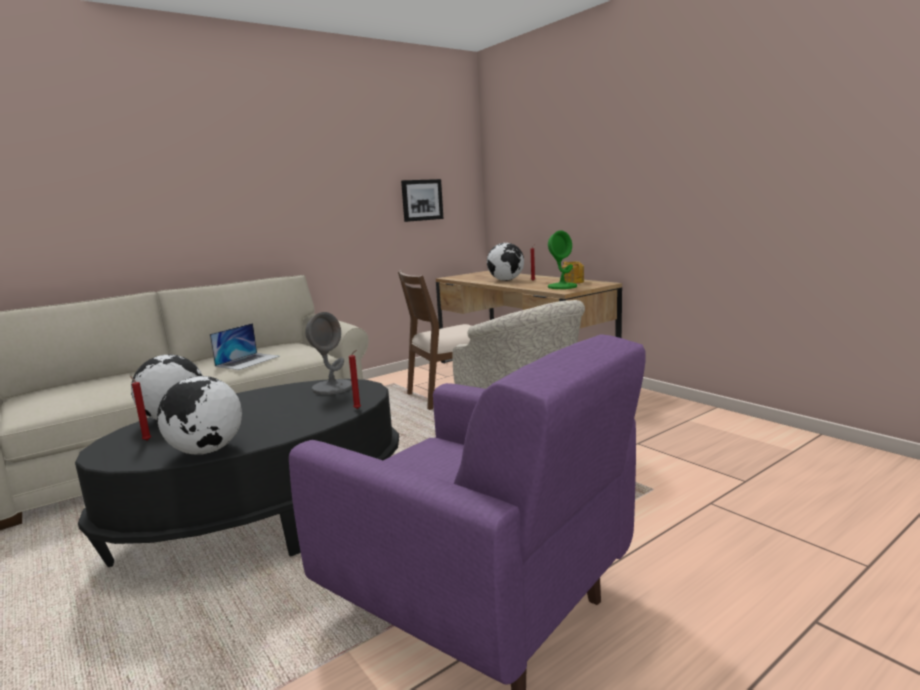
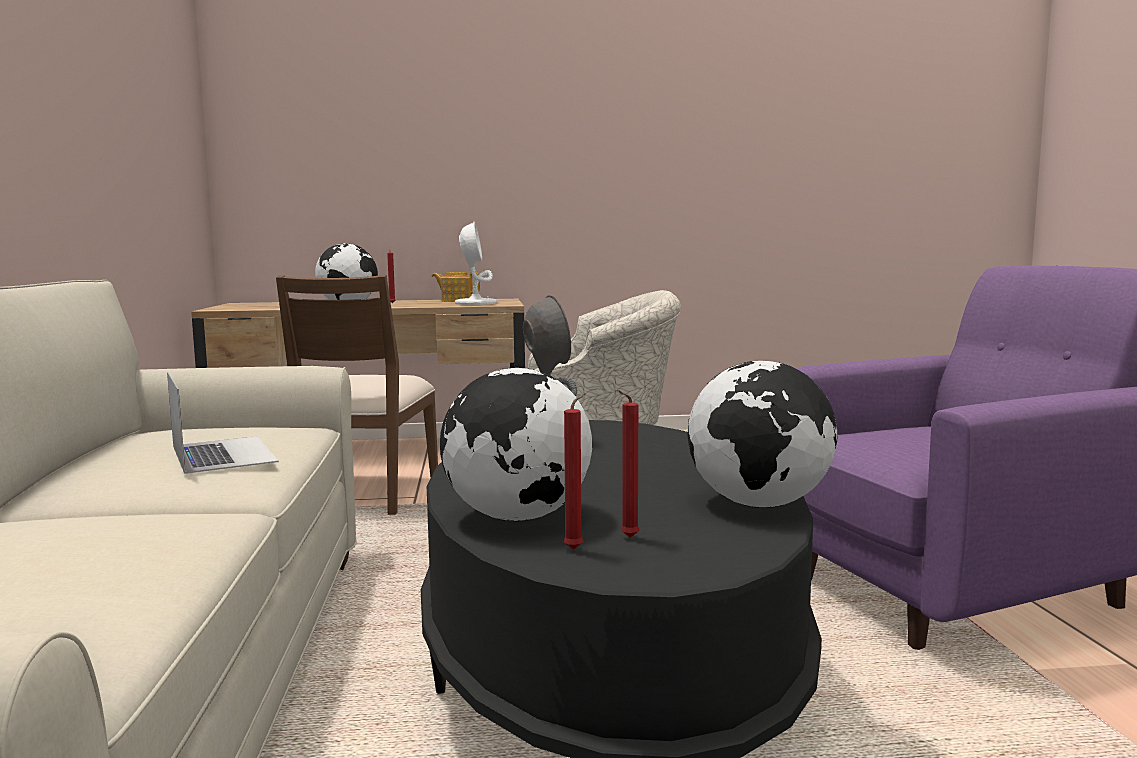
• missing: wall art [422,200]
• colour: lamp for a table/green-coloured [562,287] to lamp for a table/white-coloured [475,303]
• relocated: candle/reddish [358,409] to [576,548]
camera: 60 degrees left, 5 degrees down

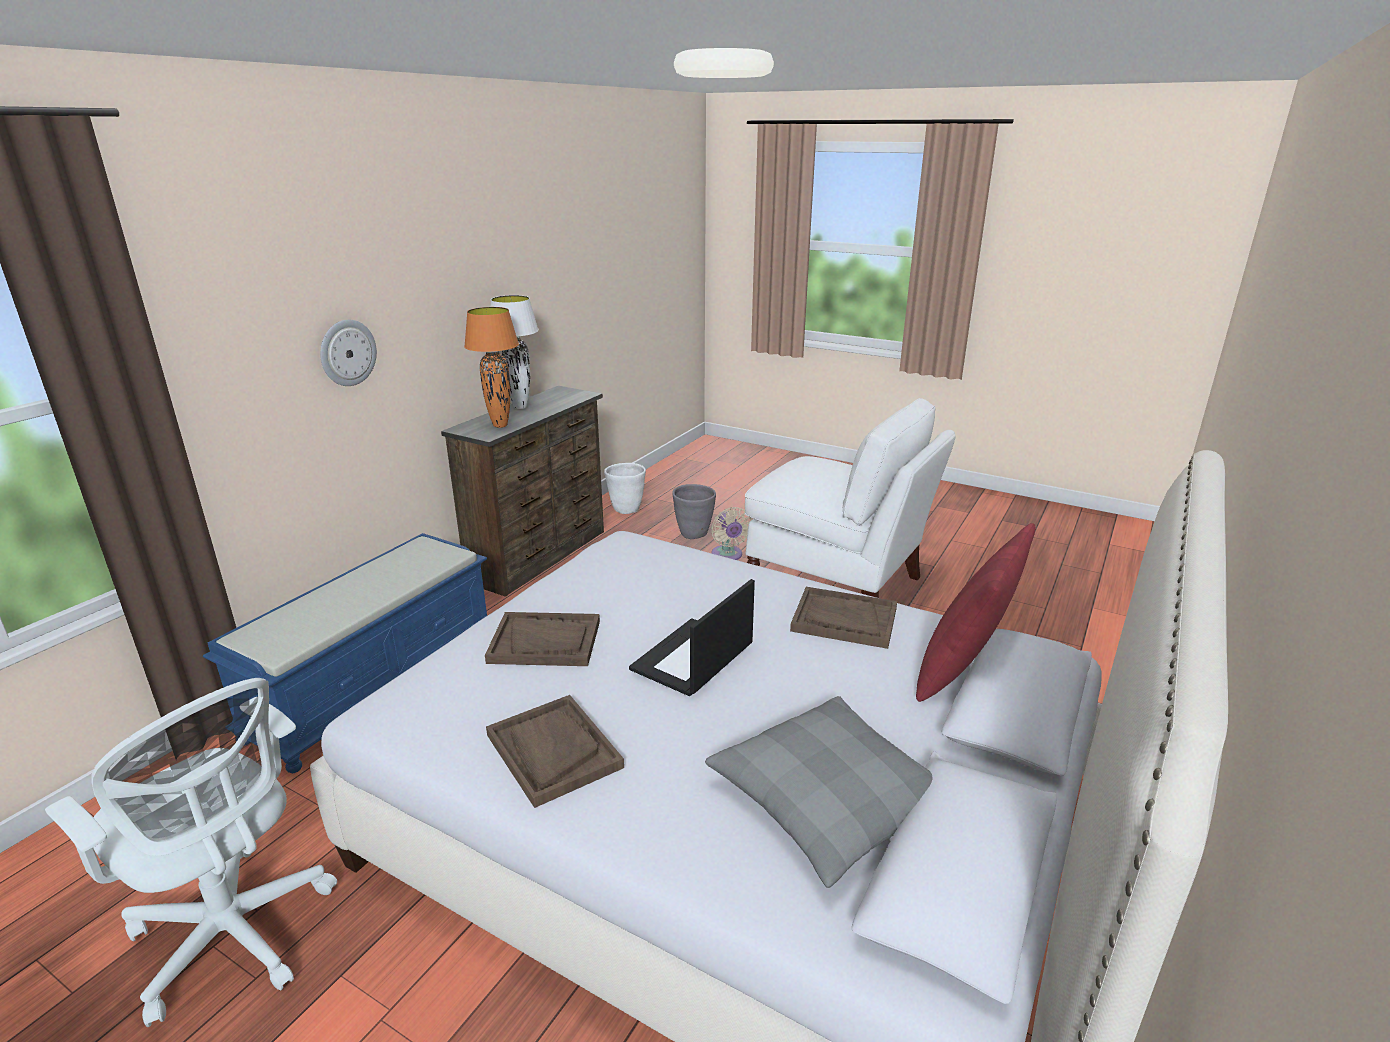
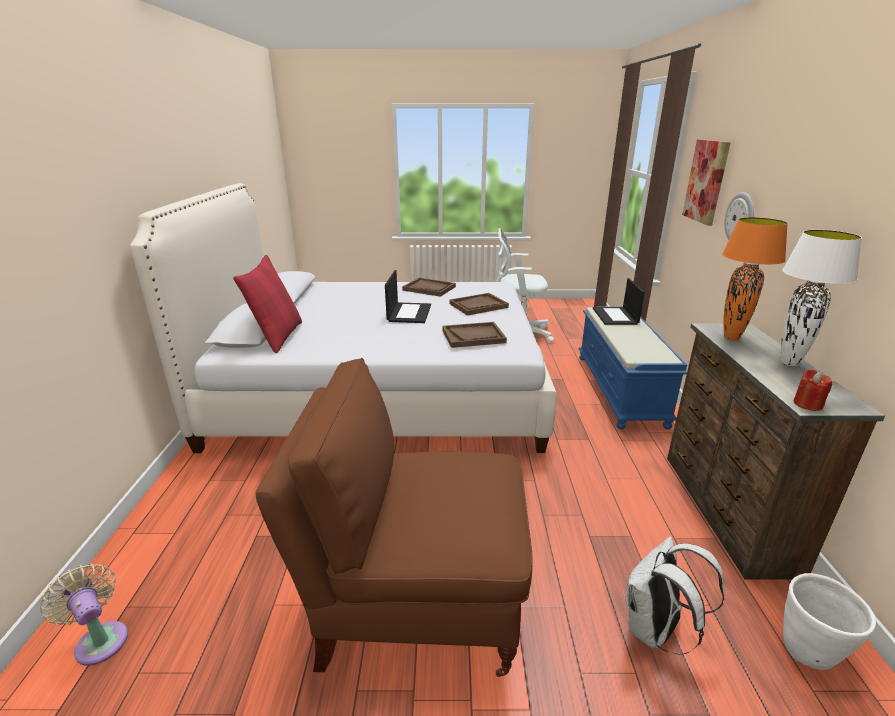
• colour: plain chair/white-coloured [837,584] to plain chair/brown [415,602]
• exchanged: flower pot/grey [694,534] to rucksack/white-coloured [655,631]
• relocated: cooling fan/beige [727,556] to [100,639]
• relocated: tray/brown [844,620] to [473,336]
• missing: pillow/grey [832,801]
• appeared: wall art [706,181]
• appeared: notebook computer [615,316]
• appeared: candle/reddish [807,404]
camera: 150 degrees right, 0 degrees up

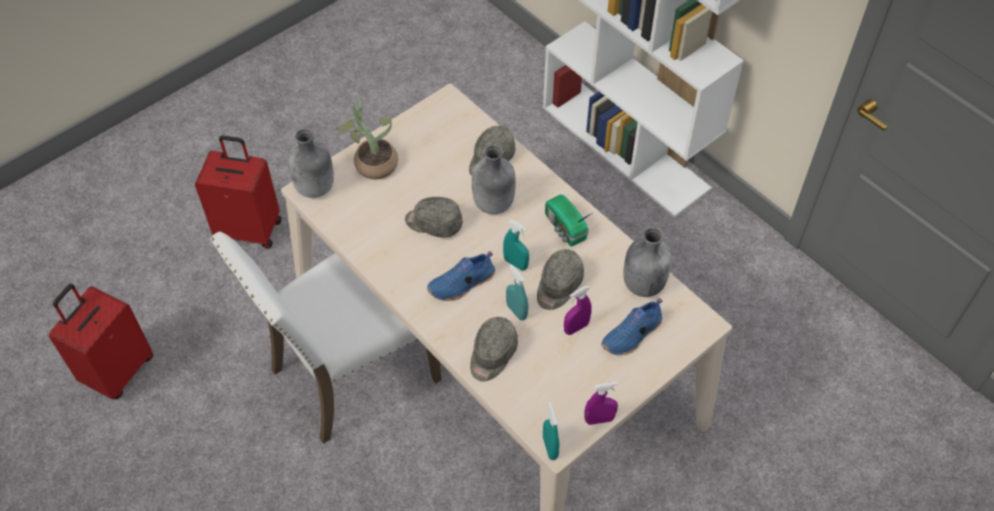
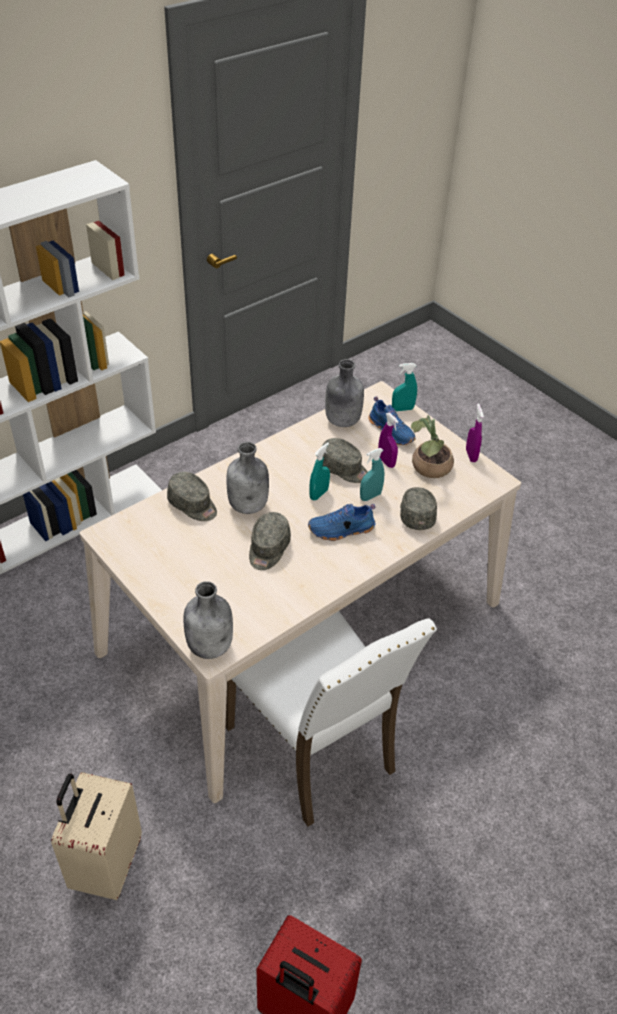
• relocated: potted plant [372,162] to [428,469]
• colour: suitcase/reddish [250,229] to suitcase/beige [105,864]
• missing: radio [565,229]
• spun: item of footwear/blue [462,284] = [341,530] 105 degrees clockwise
• spun: baseball cap/grey [492,355] = [416,513] 120 degrees counterclockwise
• relocated: sprayer/turquoise [550,447] to [402,409]
camera: 90 degrees left, 10 degrees down

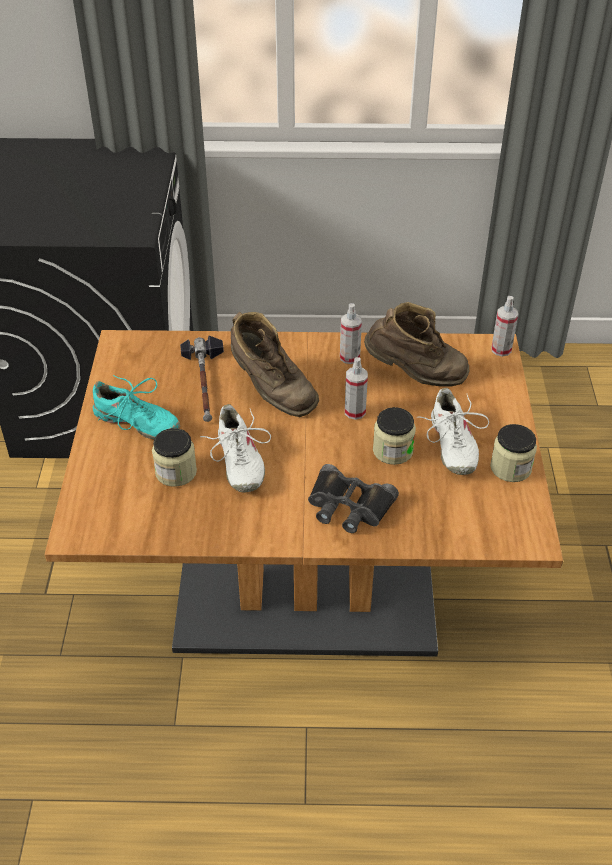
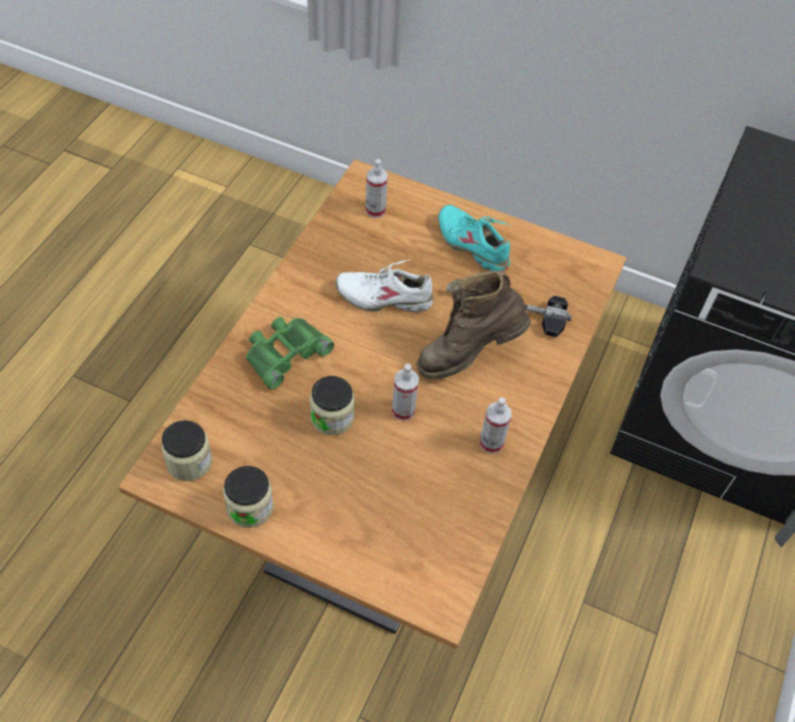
• relocated: sprayer [501,349] to [375,210]
• missing: high-top boot/brown [415,376]
• spun: item of footwear/turquoise [136,423] = [473,245] 90 degrees clockwise
• missing: item of footwear/white-coloured [451,445]
• relocated: jar [176,472] to [189,462]
• colour: field glasses/blackish [348,506] to field glasses/green-coloured [285,353]
camera: 110 degrees right, 10 degrees up

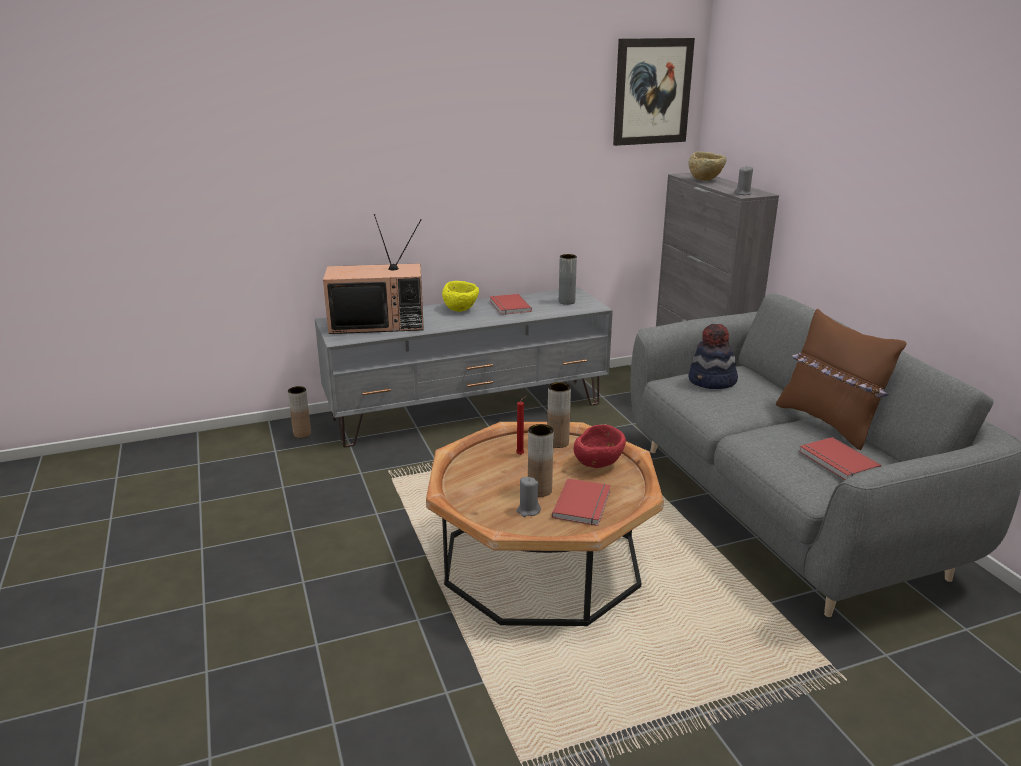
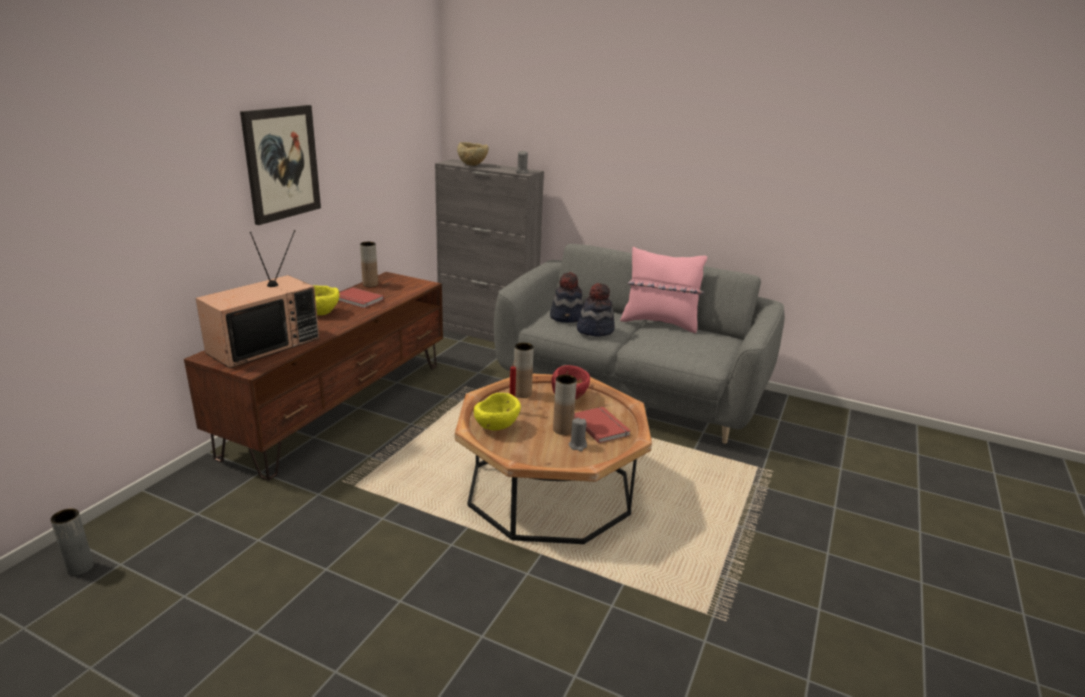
• relocated: wall art [652,91] to [281,163]
• relocated: flower vase/grey [566,302] to [80,568]
• colour: tv stand/grey [469,410] to tv stand/brown [340,406]
• colour: pillow/brown [828,423] to pillow/pinkish [660,323]
• relocated: flower vase/brown [302,434] to [370,284]
• missing: volume/reddish [837,462]
• appeared: hat [595,330]
• appeared: serving bowl/yellow-coloured [497,428]
camera: 45 degrees left, 0 degrees up

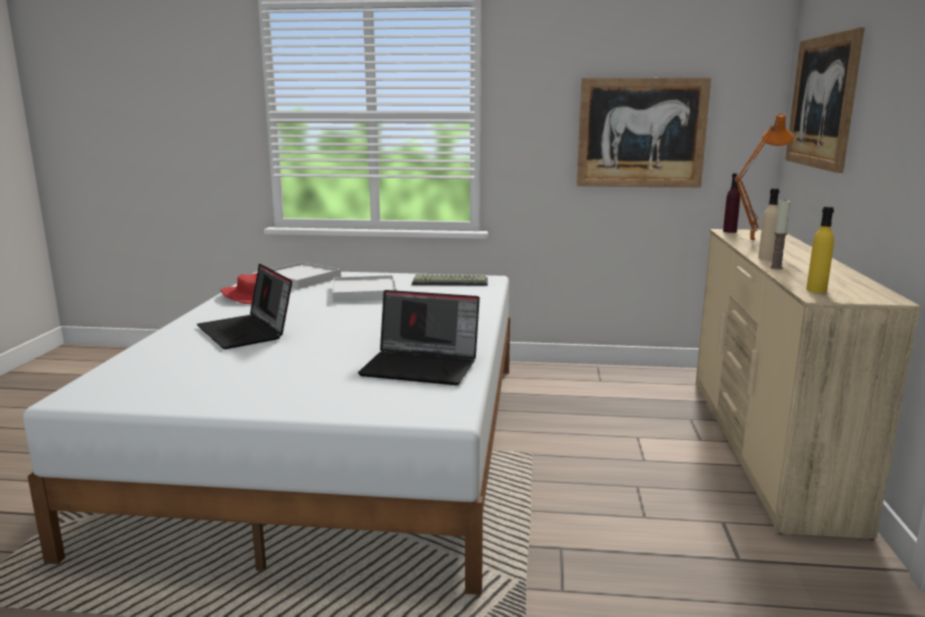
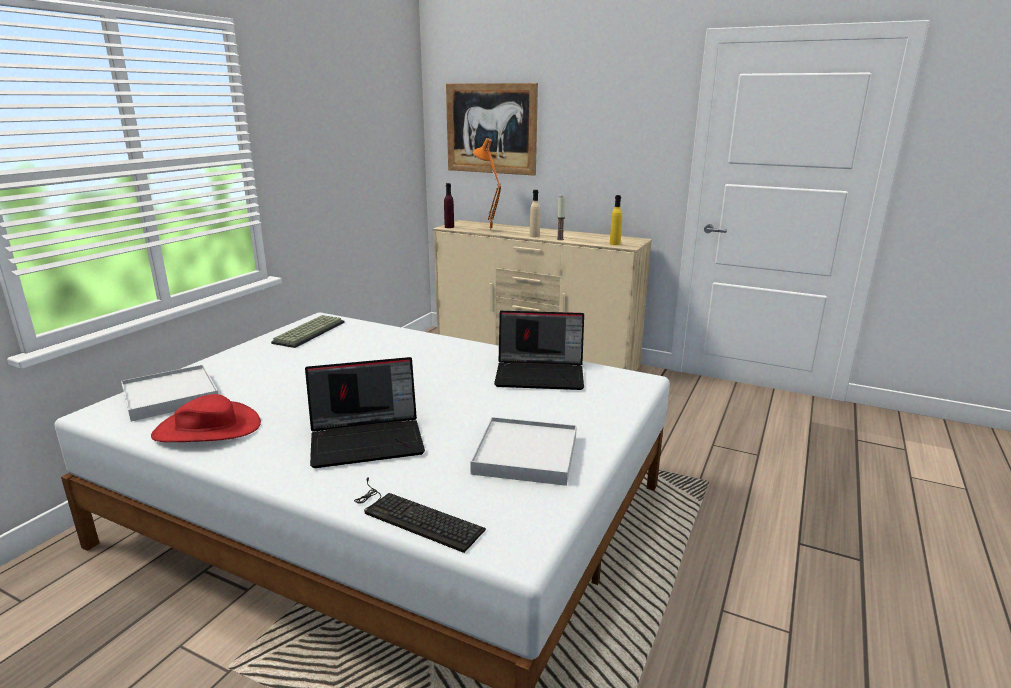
• missing: wall art [641,133]
• relocated: tray/white-coloured [364,292] to [525,455]
• spun: notebook computer [422,366] = [541,374] 60 degrees clockwise
• appeared: keyboard [412,516]
camera: 70 degrees left, 5 degrees up

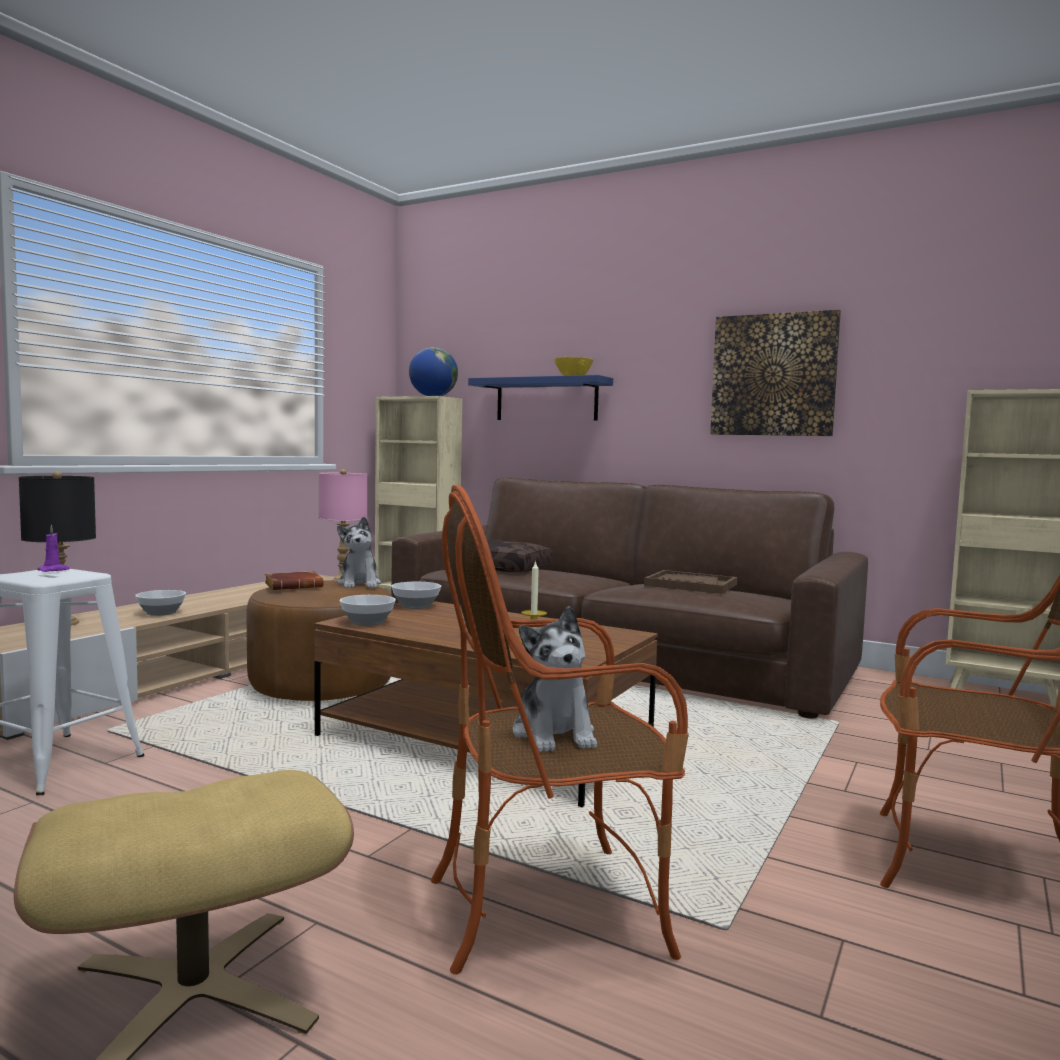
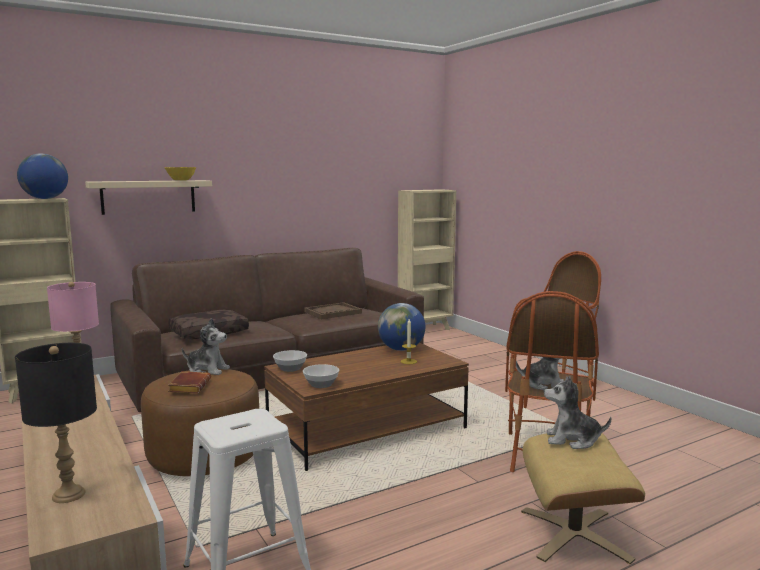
• missing: wall art [773,375]
• colour: wall shelf/blue [546,399] to wall shelf/beige [148,196]
• missing: candle/purple-coloured [54,570]
• missing: serving bowl [162,613]
• appeared: globe [401,349]
• appeared: plush toy [572,440]
camera: 60 degrees left, 5 degrees up

